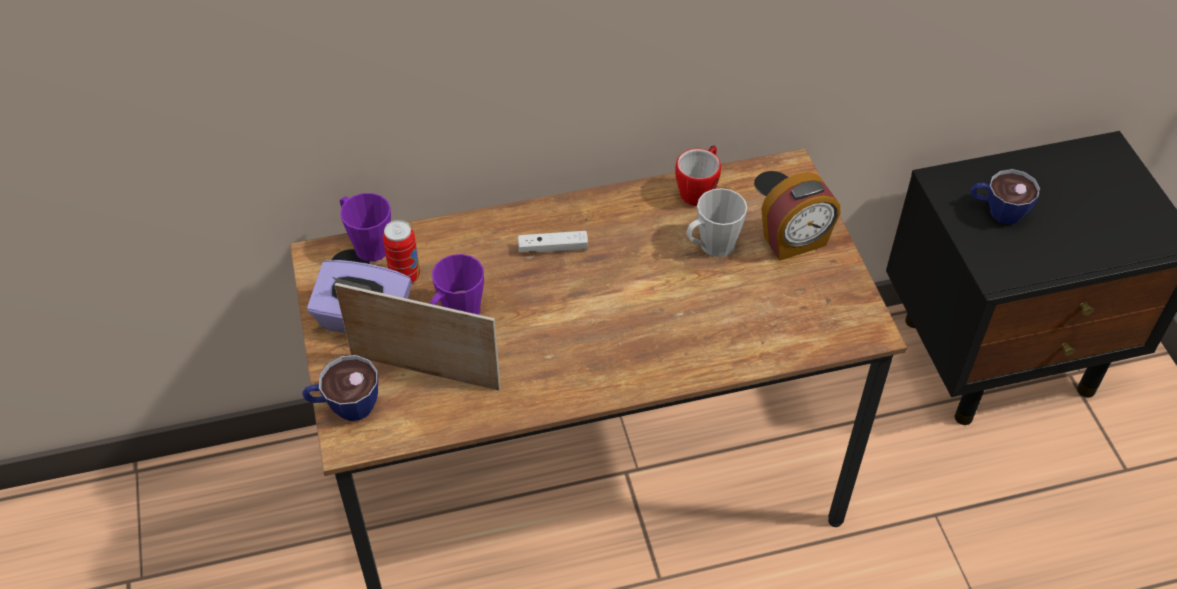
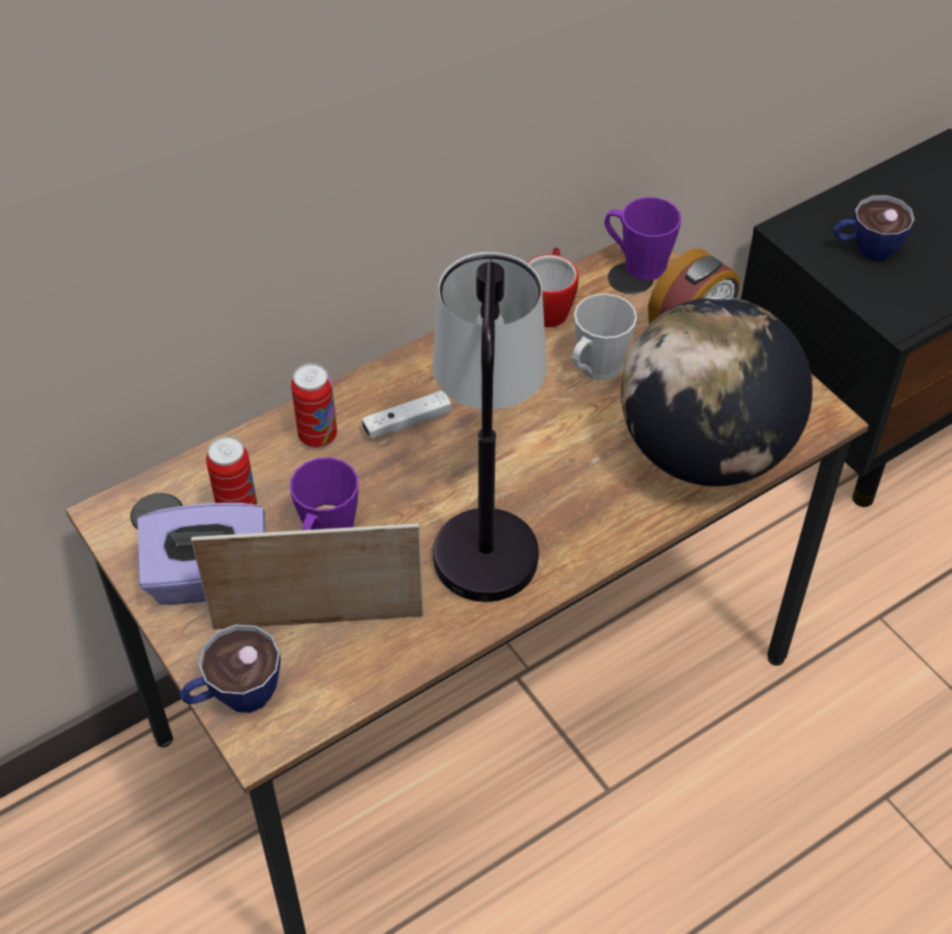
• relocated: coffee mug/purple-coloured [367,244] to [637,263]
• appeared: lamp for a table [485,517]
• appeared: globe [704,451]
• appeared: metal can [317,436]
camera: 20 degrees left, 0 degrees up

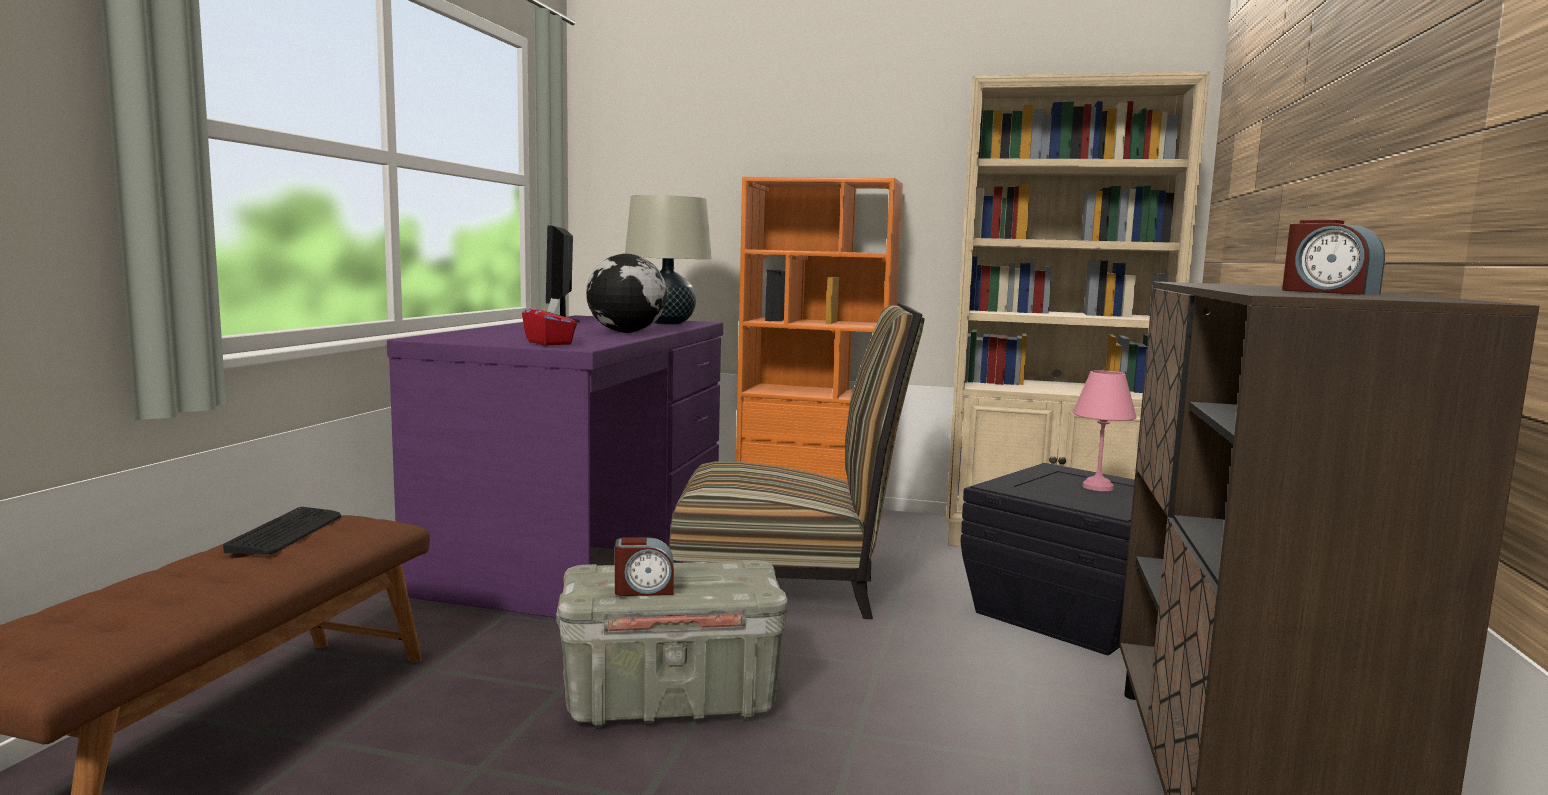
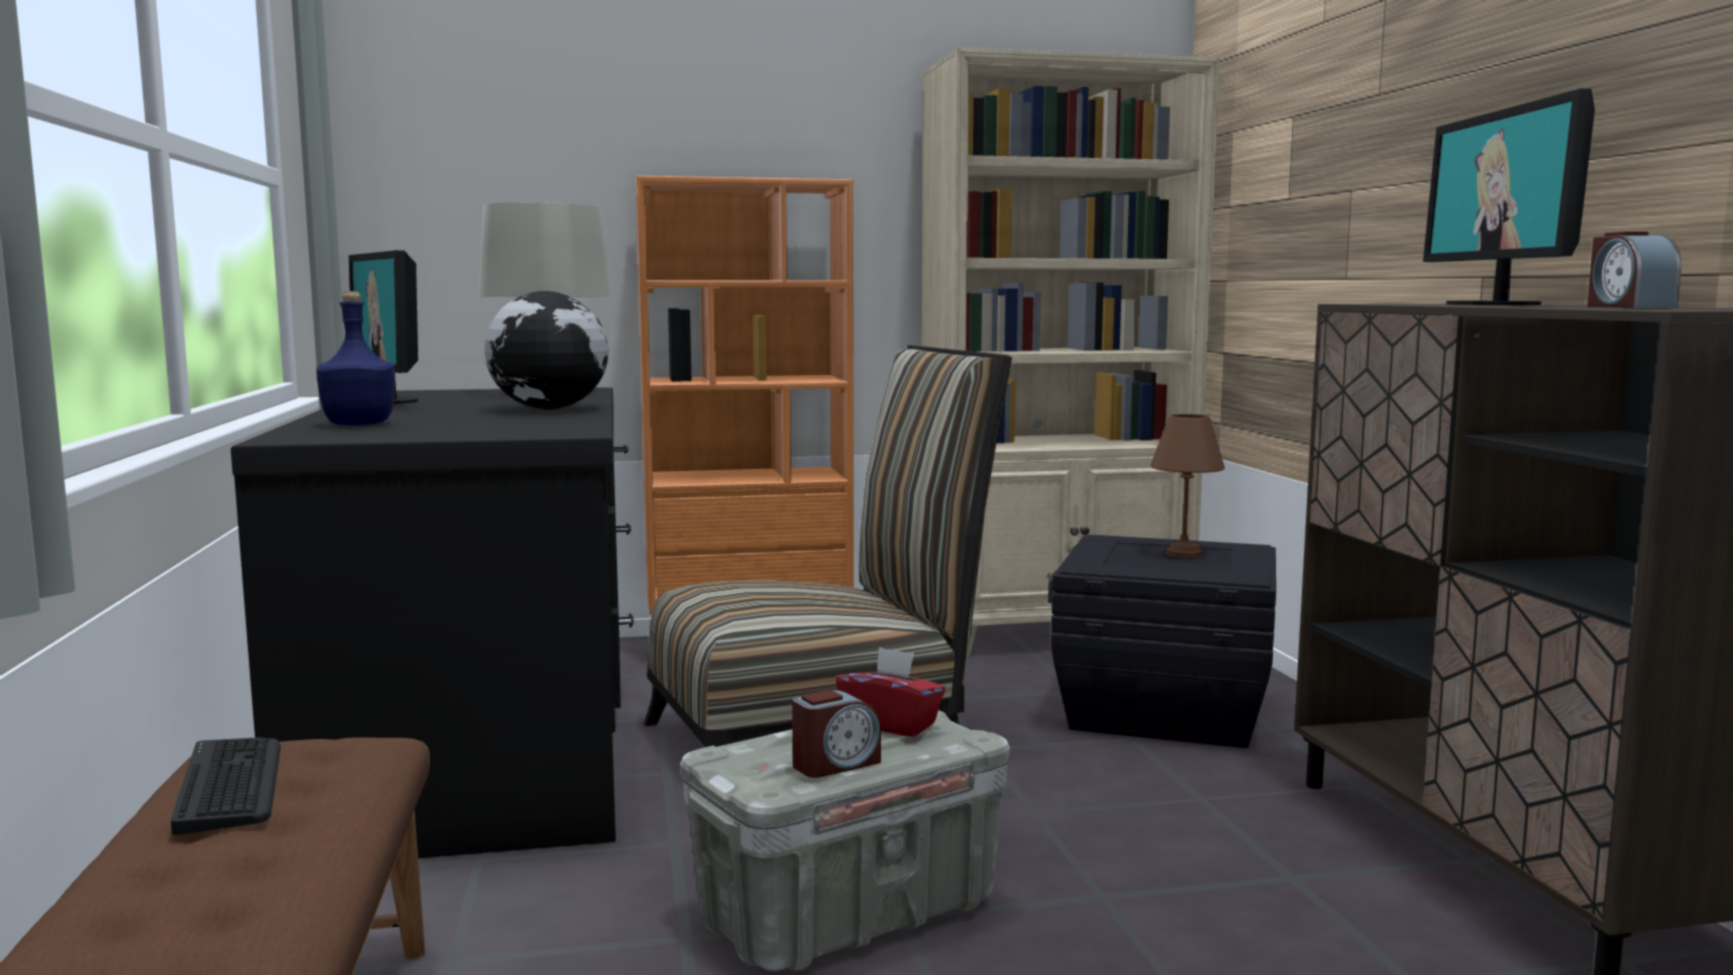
• spun: table clock [1328,292] = [1628,307] 60 degrees clockwise
• relocated: tissue box/reddish [549,343] to [891,724]
• colour: desk/purple-coloured [584,547] to desk/blackish [483,743]
• colour: lamp for a table/pinkish [1096,487] to lamp for a table/brown [1183,555]
• appeared: computer screen [1495,304]
• appeared: bottle/blue [358,425]
camera: 25 degrees left, 0 degrees up

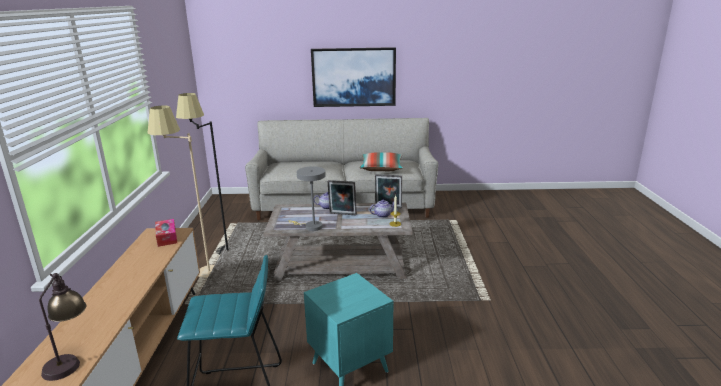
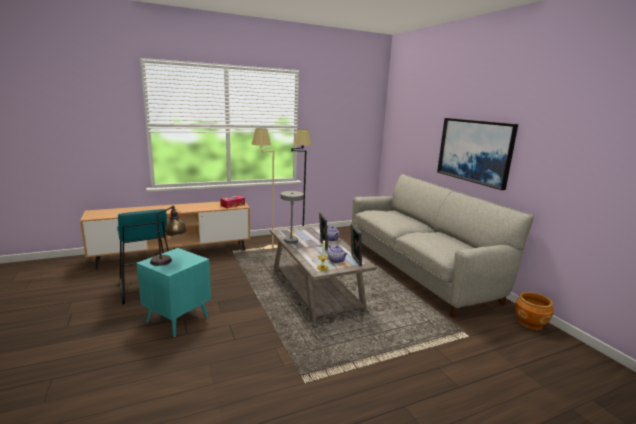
• missing: pillow [381,168]
• relocated: lamp for a table [70,359] to [169,260]
• appeared: flower pot/brown [530,323]
camera: 65 degrees right, 5 degrees down

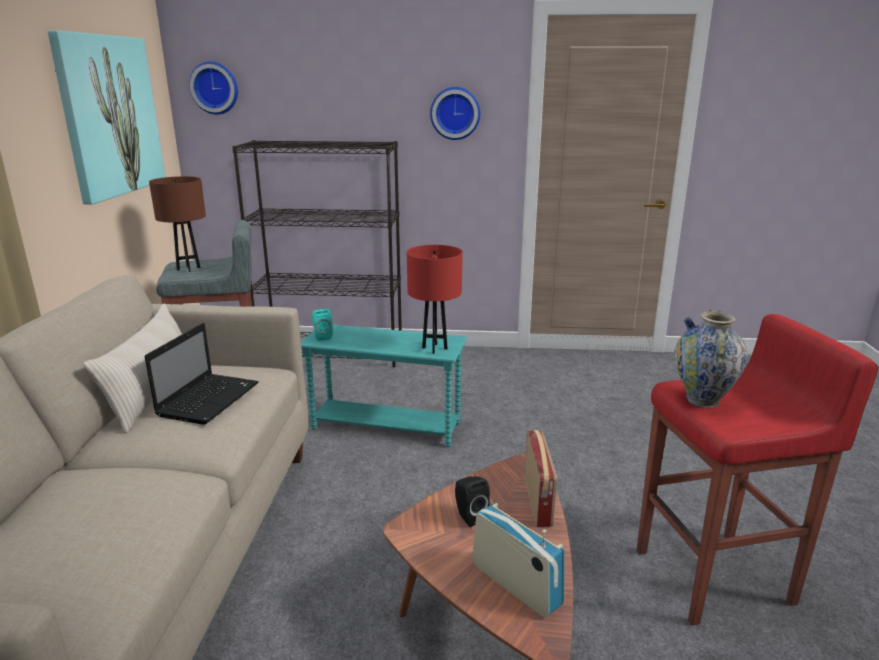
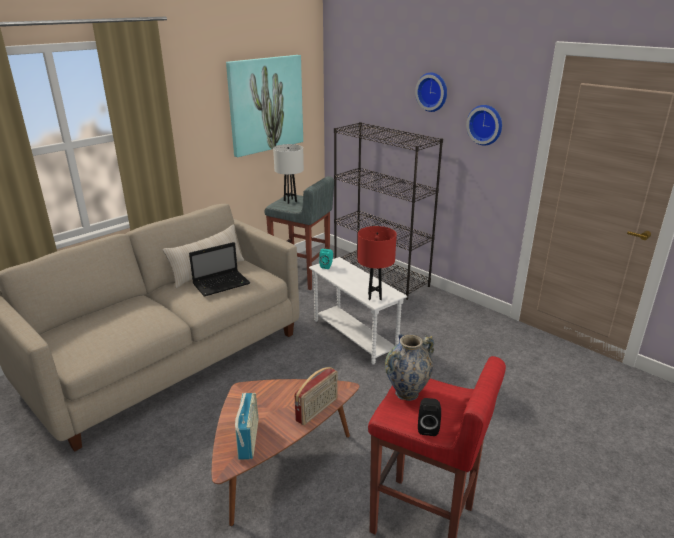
• relocated: hanging clock [215,88] to [433,92]
• colour: lamp for a table/brown [188,268] to lamp for a table/white-coloured [290,201]
• colour: side table/turquoise [386,427] to side table/white-coloured [354,336]
• relocated: speaker/blackish [469,516] to [428,427]
camera: 40 degrees right, 5 degrees up

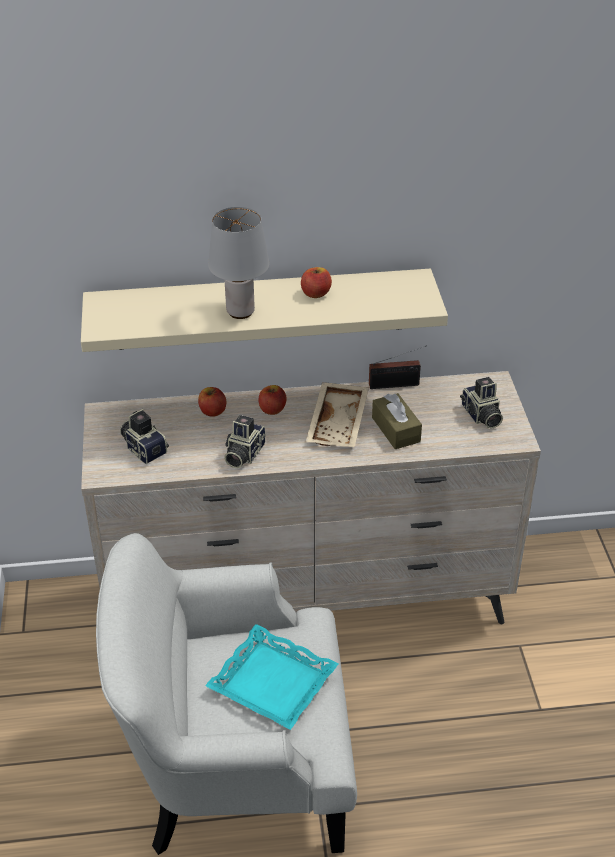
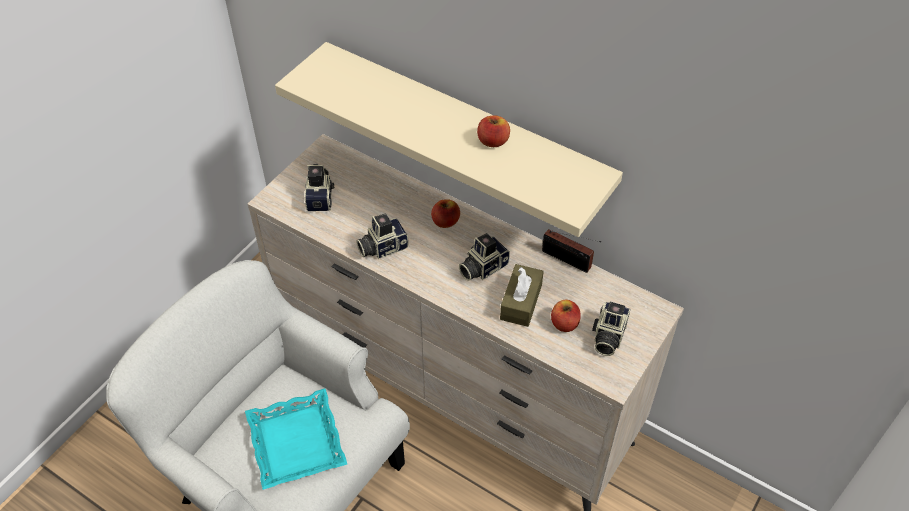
• missing: lamp for a table/grey [240,311]
• exchanged: tray/beige [339,424] to still camera [482,267]
• relocated: apple [212,411] to [564,323]
camera: 40 degrees right, 10 degrees up

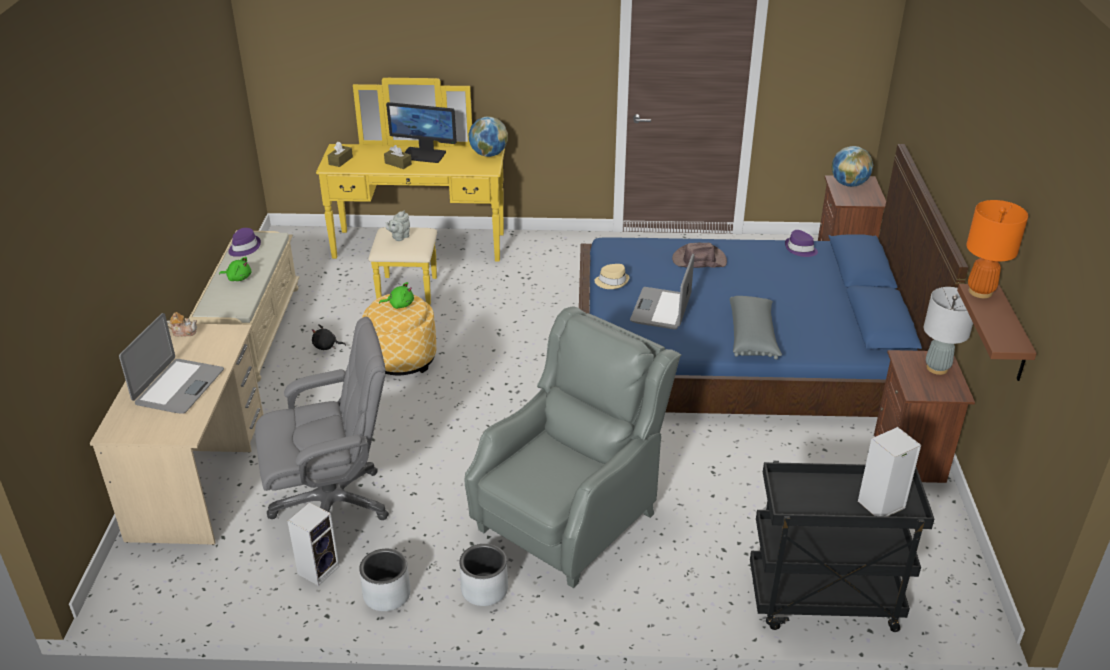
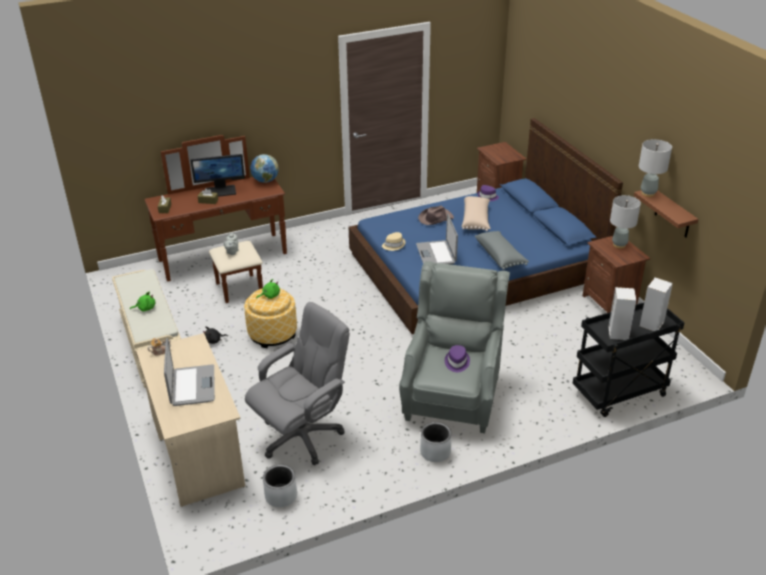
• colour: chest of drawers/yellow-coloured [417,255] to chest of drawers/brown [227,264]
• missing: globe [849,184]
• colour: lamp for a table/orangey [980,292] to lamp for a table/grey [648,193]
• relocated: hat/purple-coloured [244,248] to [456,362]
• relocated: speaker [319,569] to [617,332]
• relocated: flower pot/grey [387,595] to [281,496]
• appeared: pillow/beige [476,220]
camera: 25 degrees left, 0 degrees up

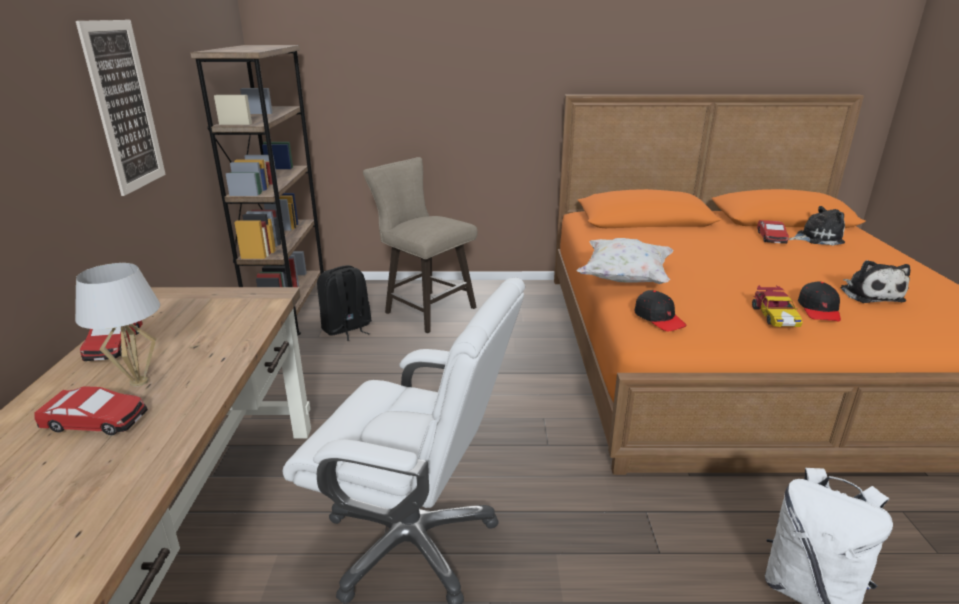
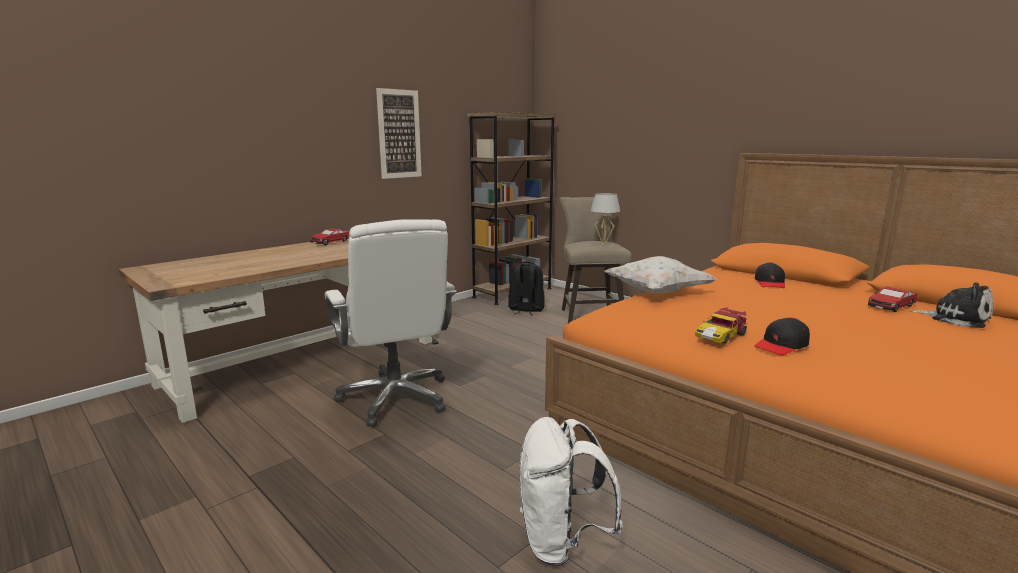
• missing: plush toy [869,294]
• relocated: lamp for a table/white-coloured [139,382] to [603,243]
• relocated: baseball cap/blackish [659,318] to [770,283]
• missing: model car [96,421]
camera: 45 degrees right, 10 degrees down

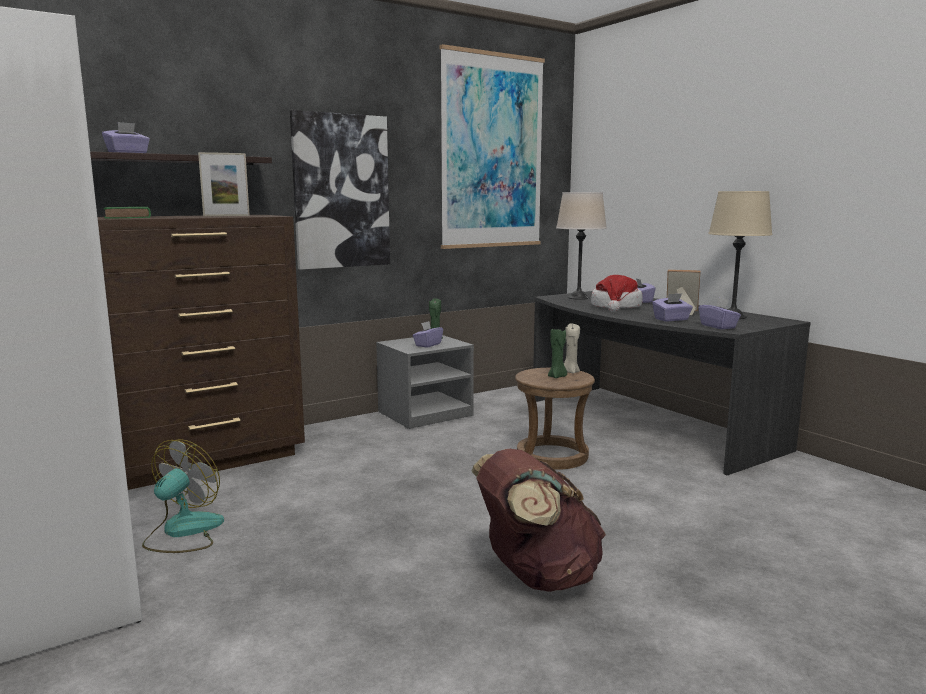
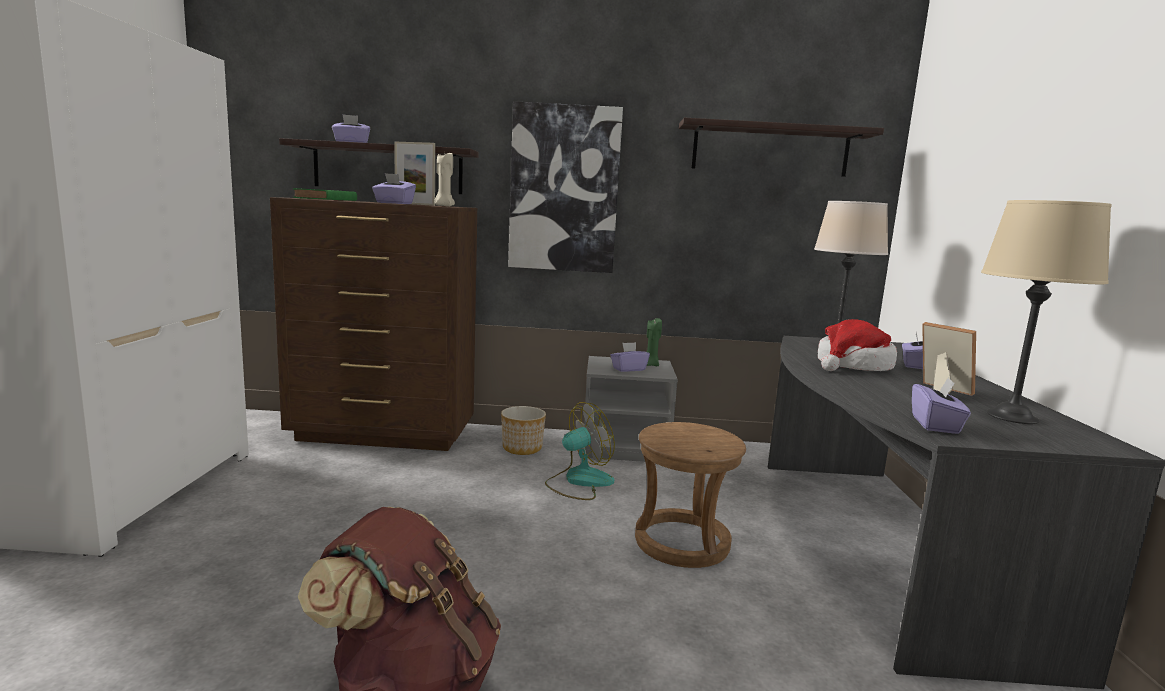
• exchanged: wall art [492,152] to wall shelf [770,150]
• relocated: tissue box/purple-coloured [671,319] to [394,203]
• relocated: candle/beige [570,372] to [444,206]
• missing: candle/green-coloured [557,377]
• relocated: cooling fan [183,532] to [579,482]
• appeared: flower pot [522,448]
camera: 35 degrees right, 0 degrees up

